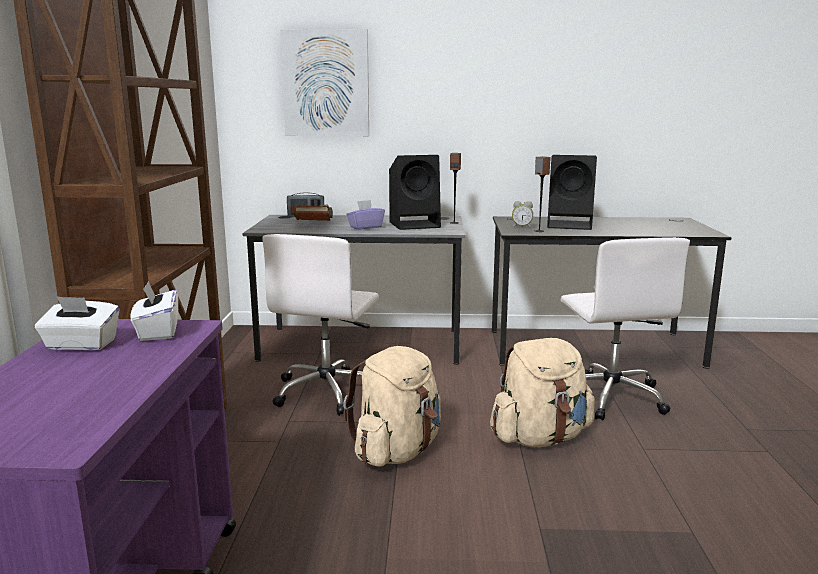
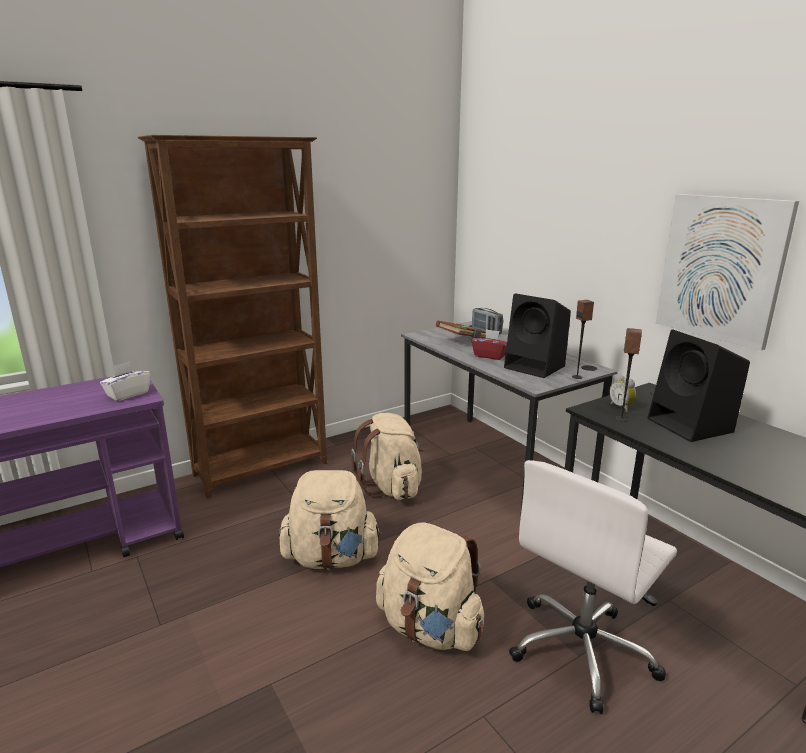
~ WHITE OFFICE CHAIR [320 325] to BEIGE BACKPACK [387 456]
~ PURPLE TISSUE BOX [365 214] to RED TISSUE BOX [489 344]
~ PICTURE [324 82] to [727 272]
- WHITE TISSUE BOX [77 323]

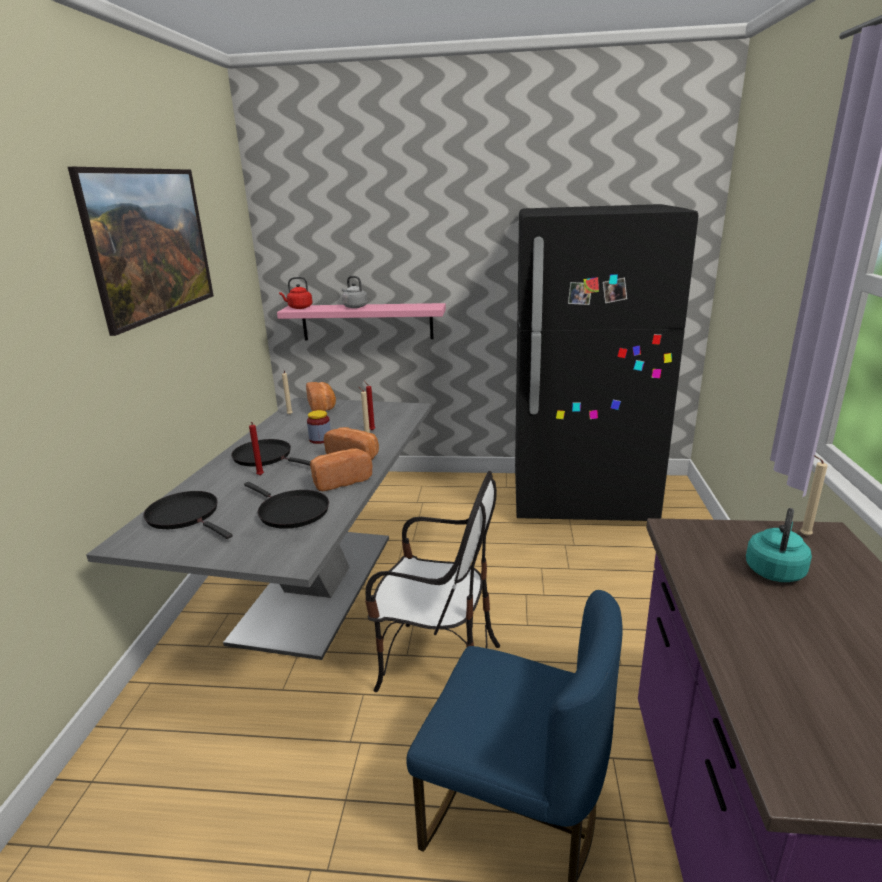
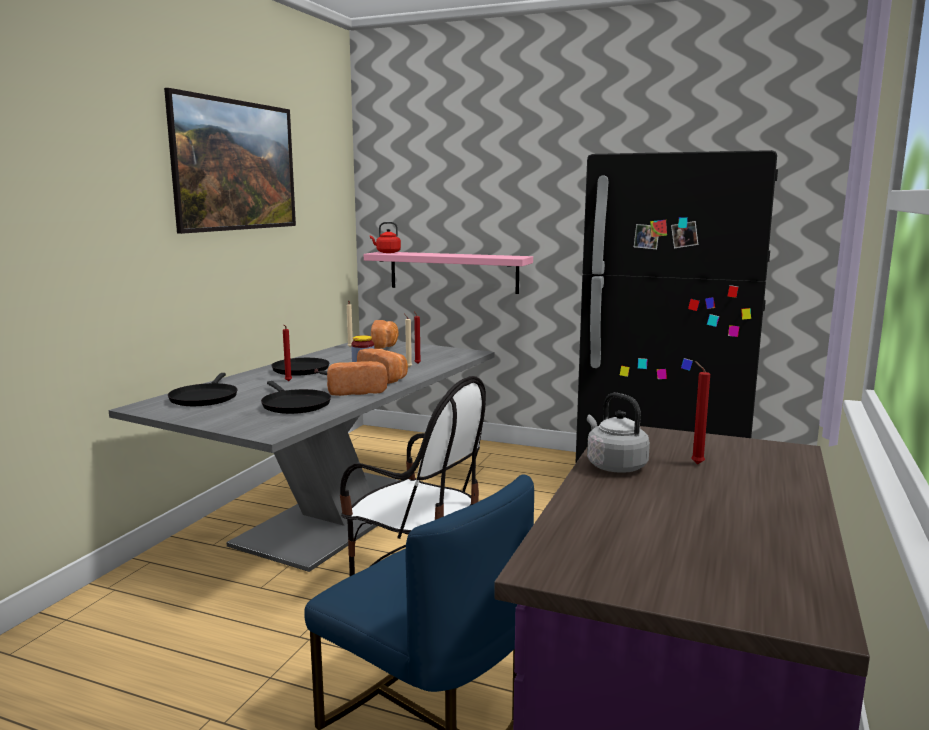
~ BLACK FRYING PAN [188 515] = [203 389] 150 degrees counterclockwise
~ GREY KETTLE [354 292] to [618 433]
~ TURQUOISE KETTLE [779 545] to RED CANDLE [700 412]
- BEIGE CANDLE [814 495]

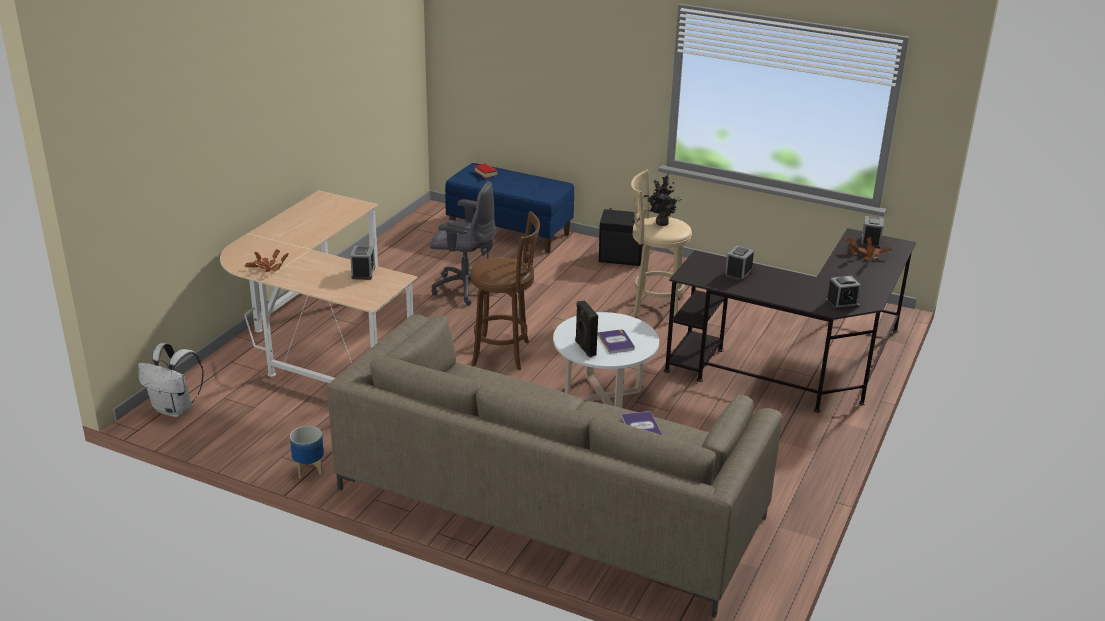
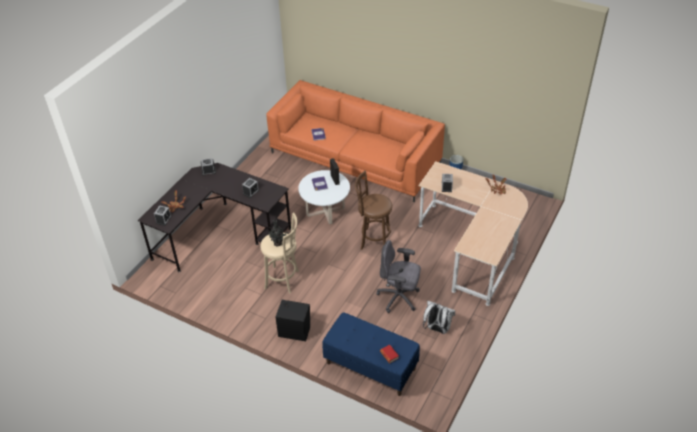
~ BEIGE SOFA [555 466] to ORANGE SOFA [355 141]
~ WHITE BACKPACK [171 380] to [439 317]

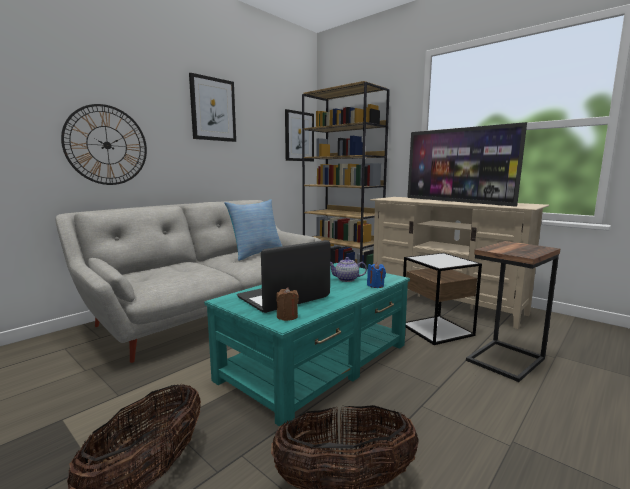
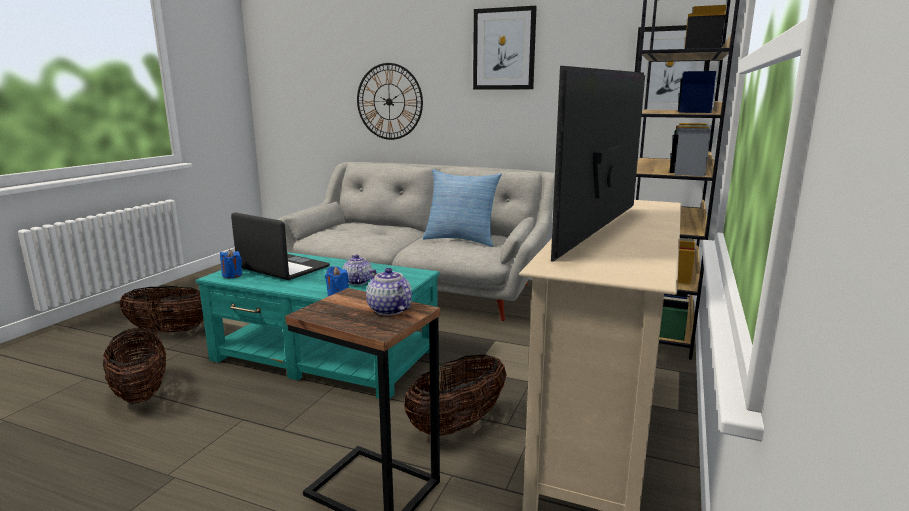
~ BROWN CANDLE [287 304] to BLUE CANDLE [231 263]
+ TEAPOT [389 291]
~ SIDE TABLE [442 299] to BASKET [455 395]

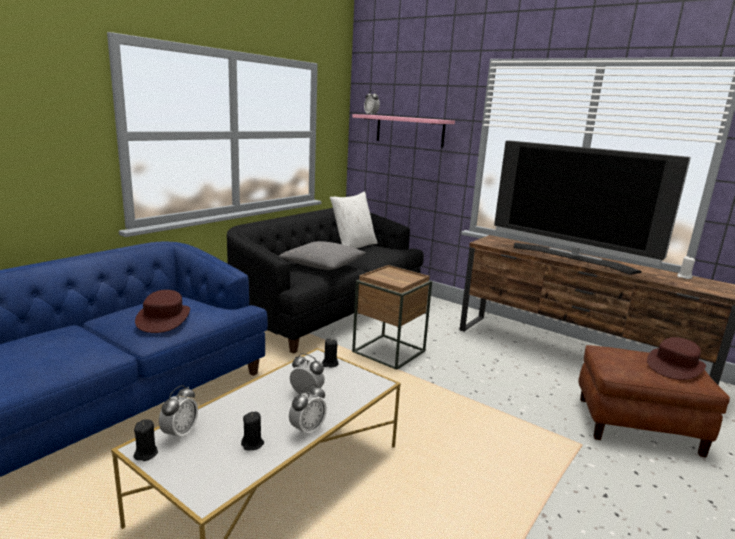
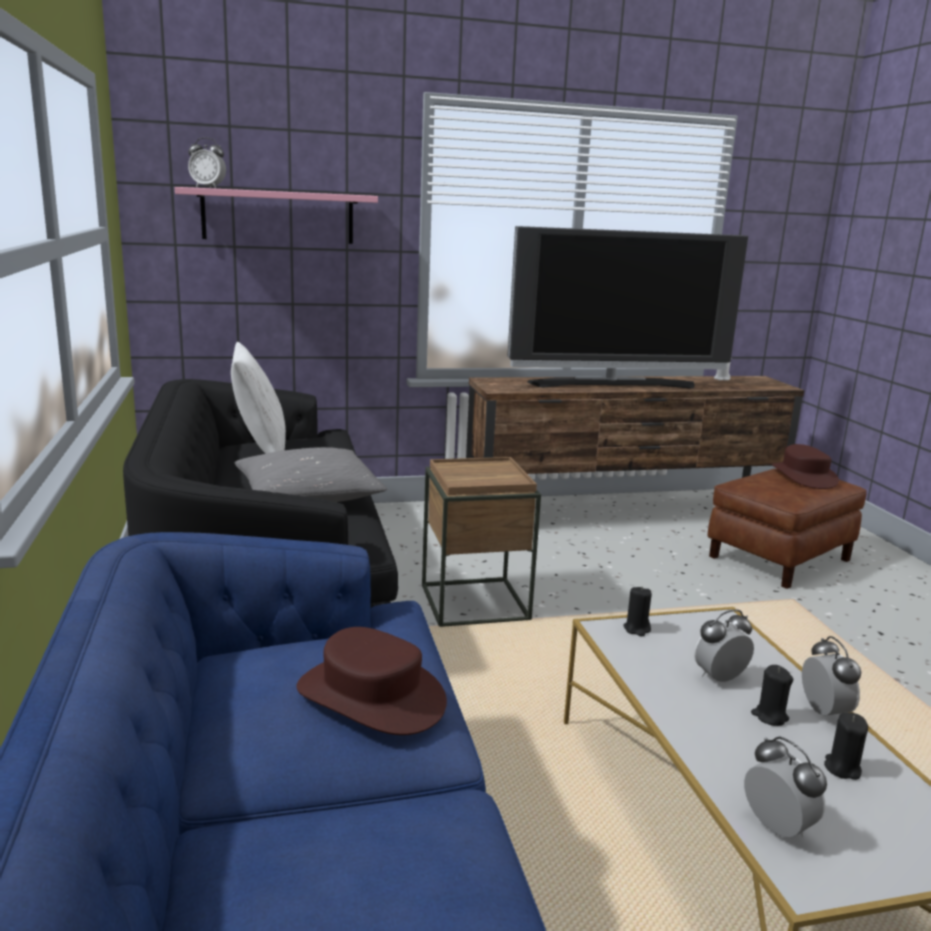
~ BLACK CANDLE [146 440] to [772 695]

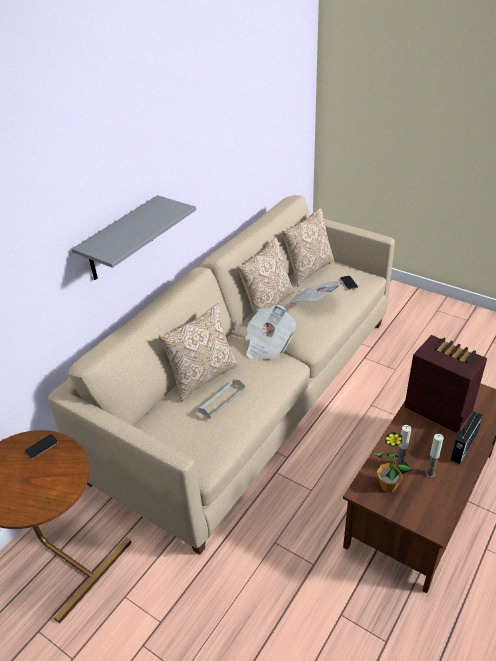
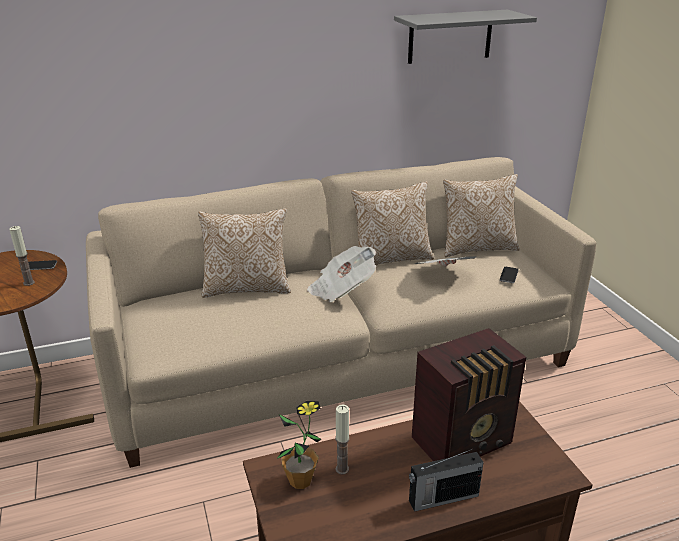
~ CANDLE [434 456] to [22 256]
~ GREY SHELF [134 237] to [465 37]
~ RADIO [445 384] = [469 394] 75 degrees clockwise
- GREY TRAY [222 399]

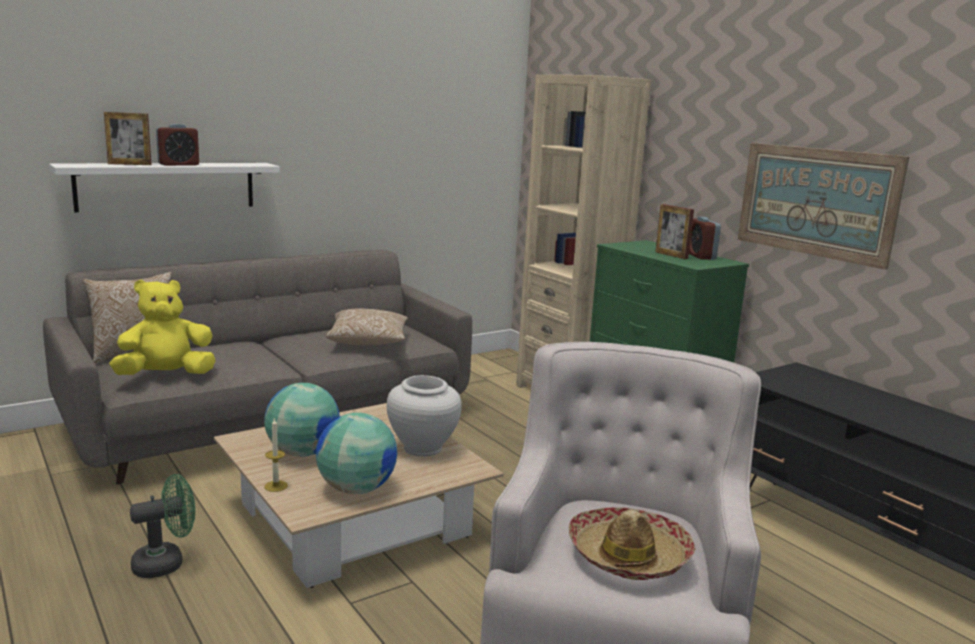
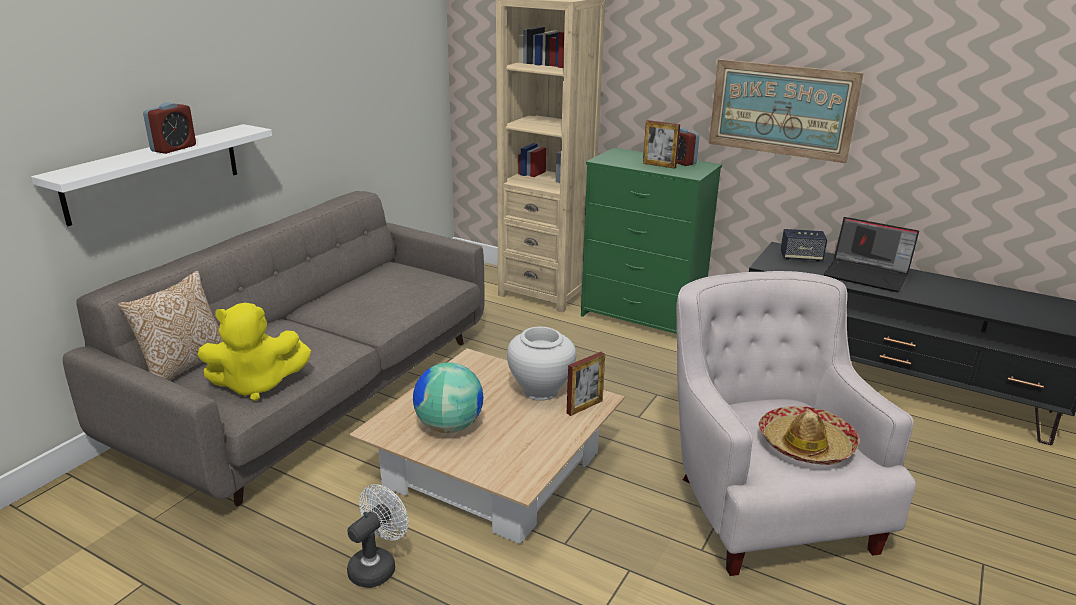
~ YELLOW PLUSH TOY [162 327] = [254 352] 135 degrees counterclockwise
~ GREEN FAN [162 526] to WHITE FAN [378 536]
~ PICTURE FRAME [127 138] to [586 384]
+ SPEAKER [804 245]
+ LAPTOP [871 254]
- CANDLE [276 455]
- GLOBE [356 453]
- PILLOW [367 326]

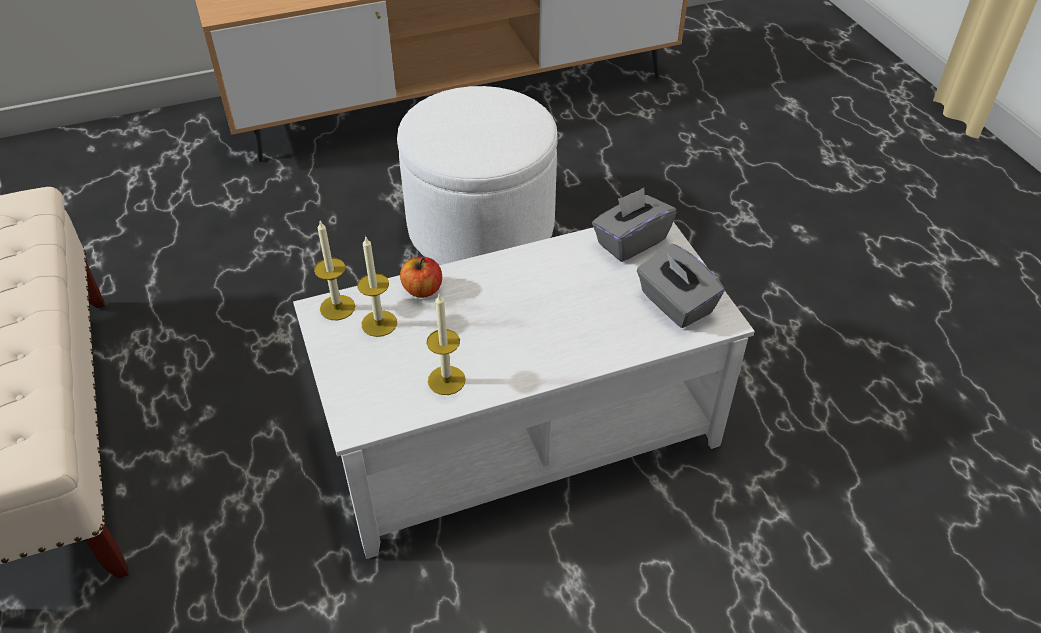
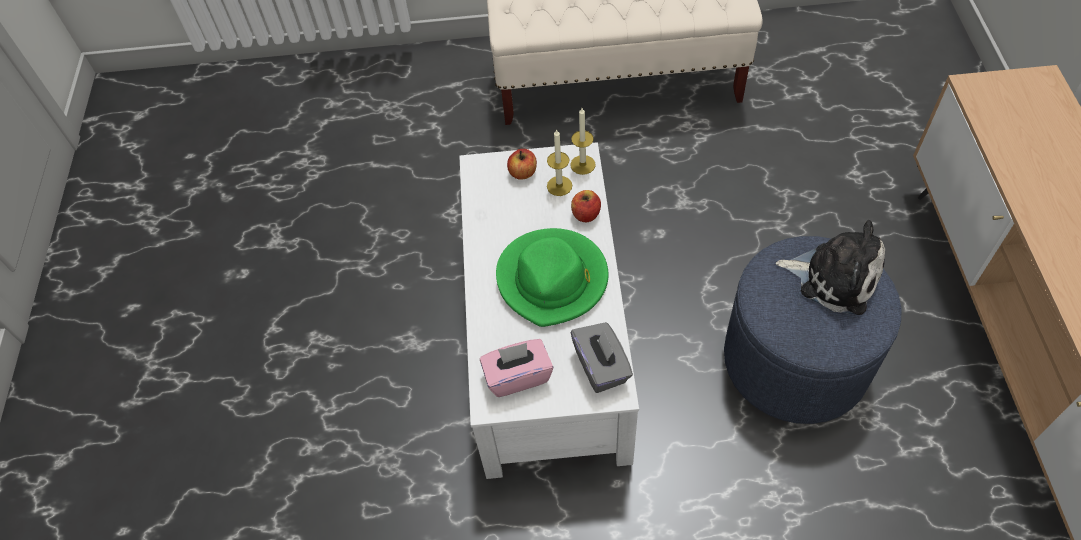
~ GREY TISSUE BOX [681 286] to PINK TISSUE BOX [516 368]
+ GREEN HAT [552 277]
+ APPLE [522 164]
~ WHITE OTTOMAN [477 175] to BLUE OTTOMAN [813 330]
+ PLUSH TOY [830 267]
- CANDLE [446 344]

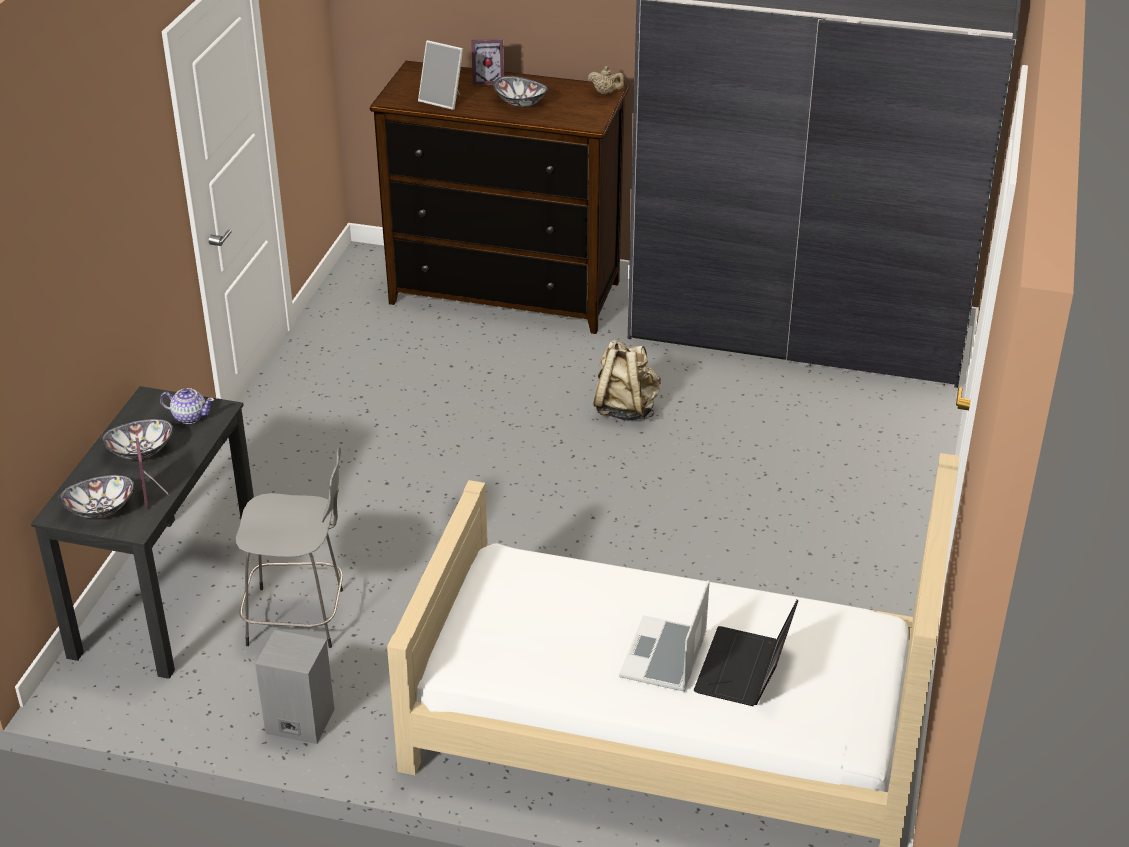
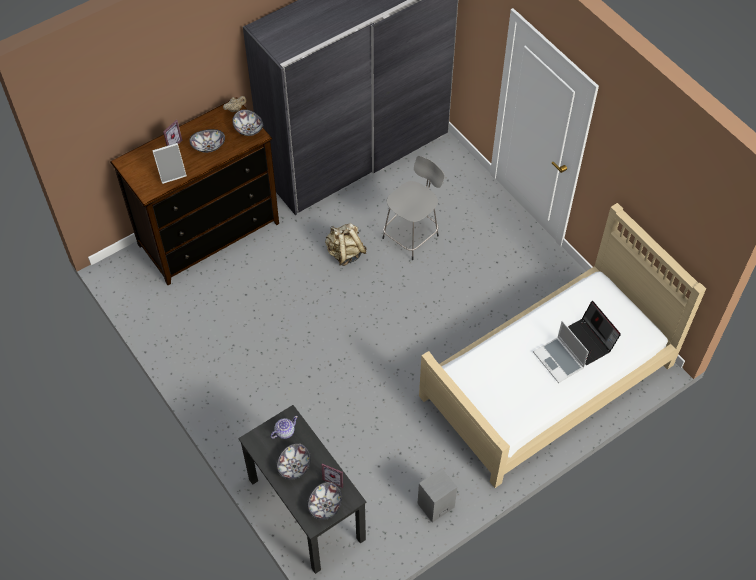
+ BOWL [247 122]
~ GREY STOOL [289 547] to [413 207]

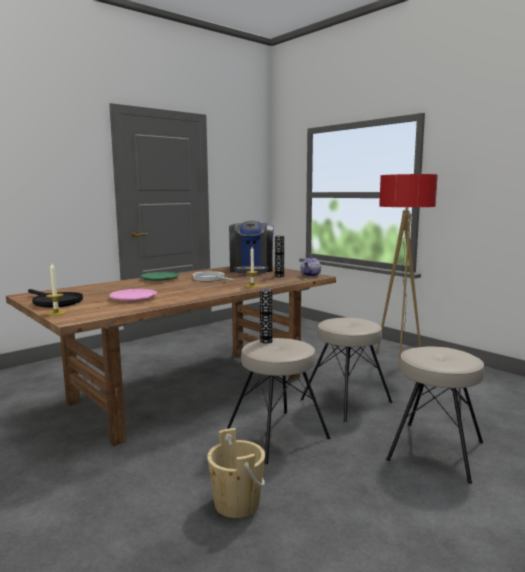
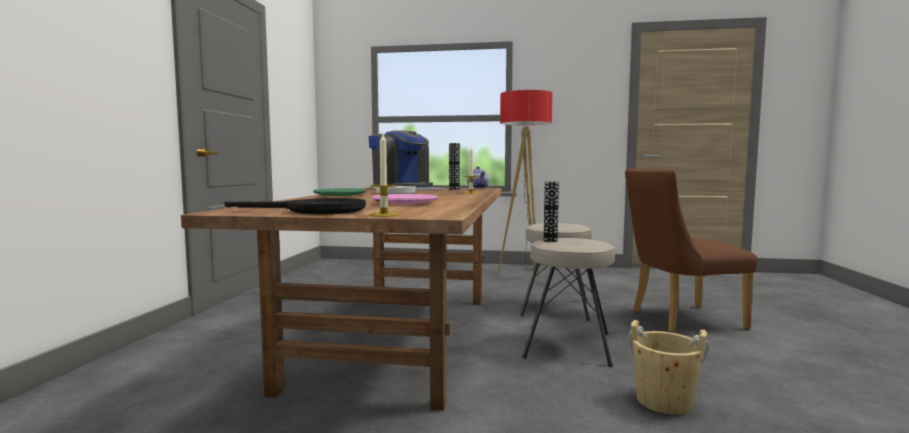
~ BEIGE STOOL [435 415] to BROWN CHAIR [691 251]

